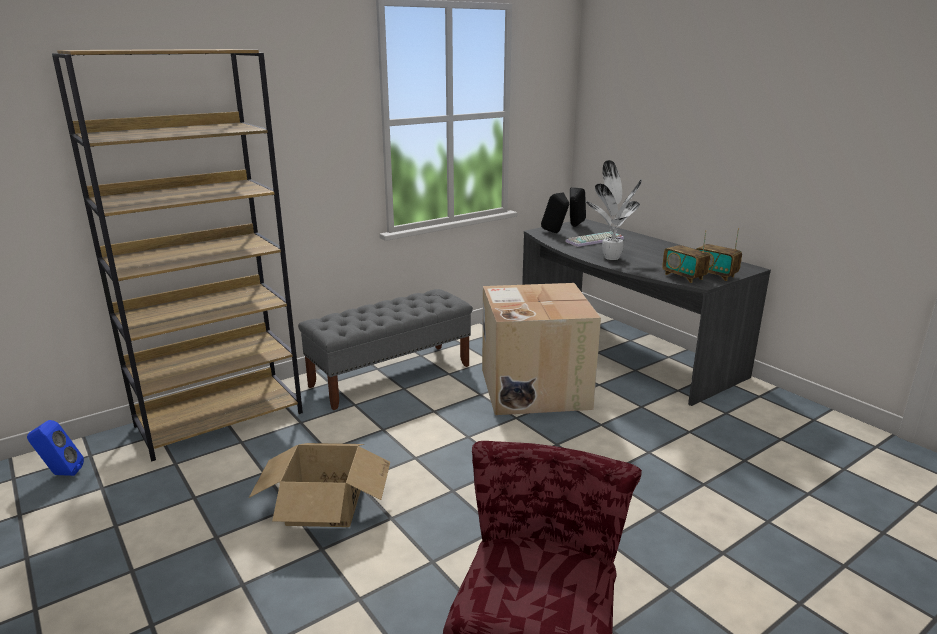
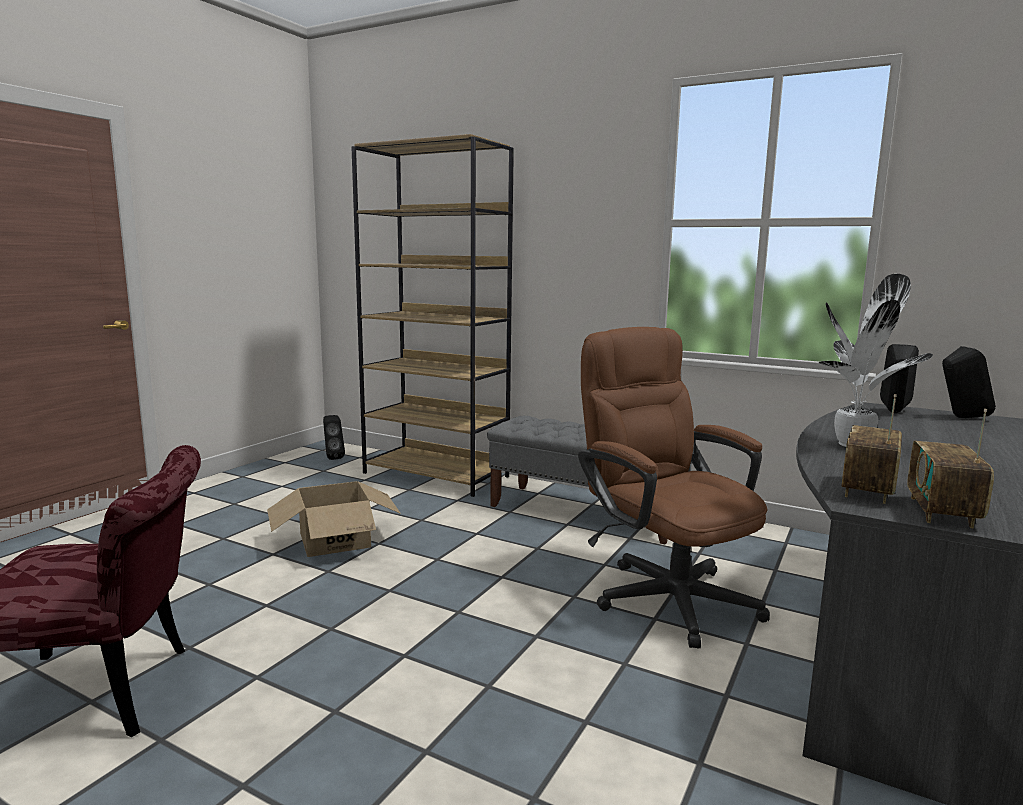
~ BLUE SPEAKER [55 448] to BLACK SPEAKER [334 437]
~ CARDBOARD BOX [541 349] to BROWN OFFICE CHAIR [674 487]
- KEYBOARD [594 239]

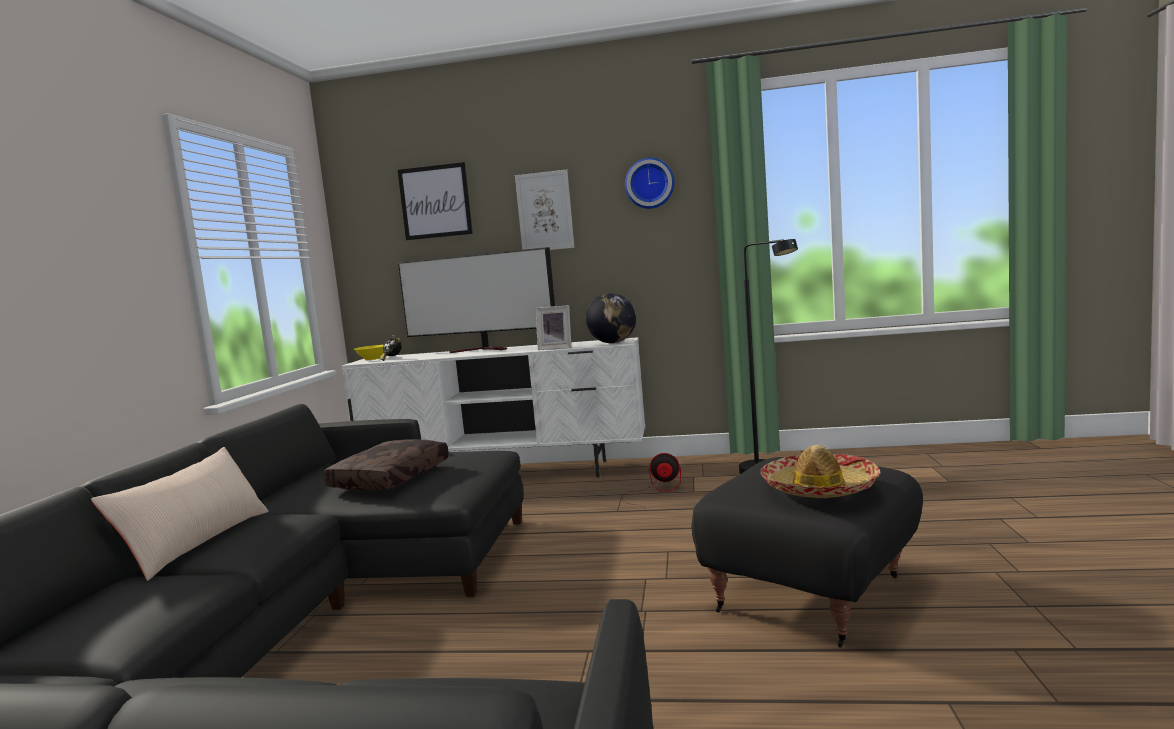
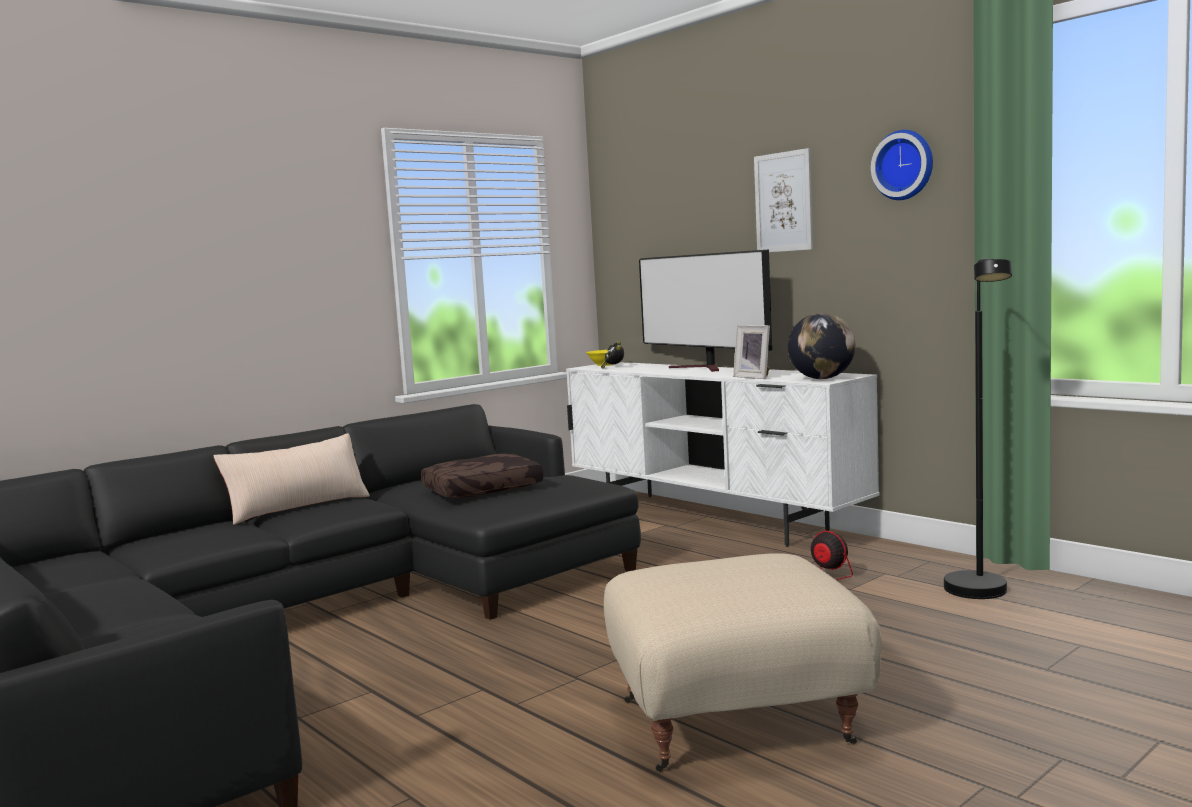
~ BLACK OTTOMAN [807 552] to BEIGE OTTOMAN [743 662]
- PICTURE [435 201]
- HAT [821 471]

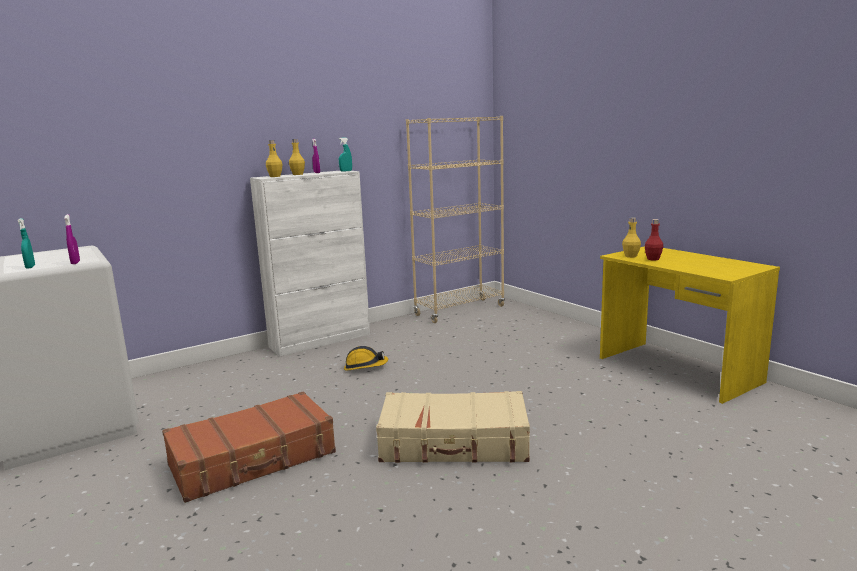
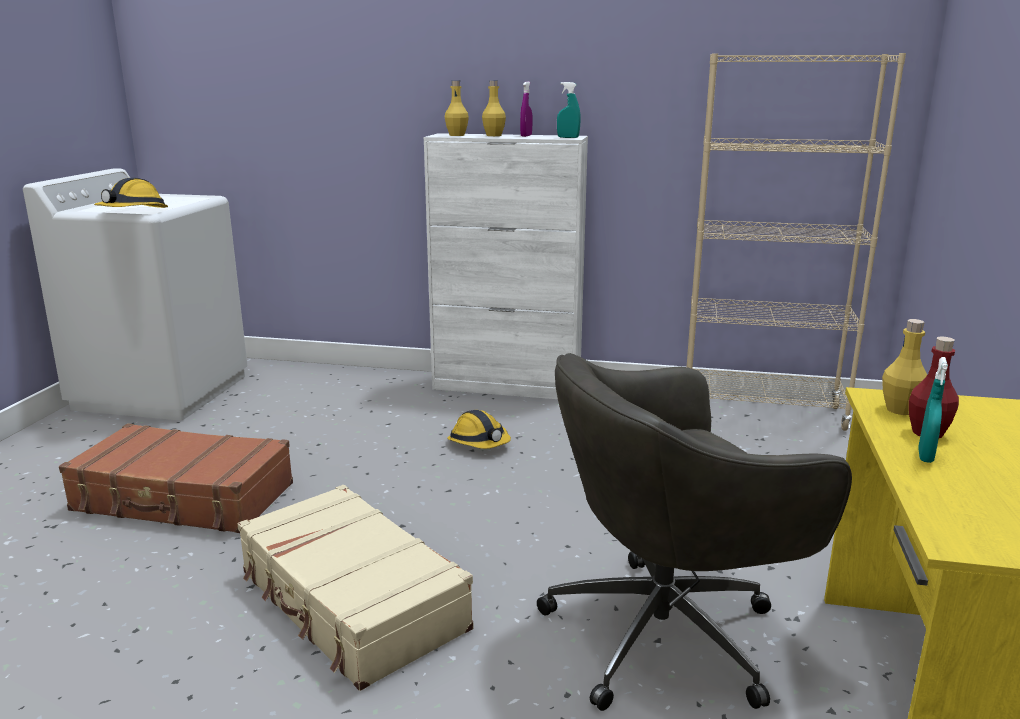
~ PURPLE SPRAY BOTTLE [72 239] to HARD HAT [131 193]
+ GREY OFFICE CHAIR [694 532]
~ TURQUOISE SPRAY BOTTLE [26 243] to [933 410]

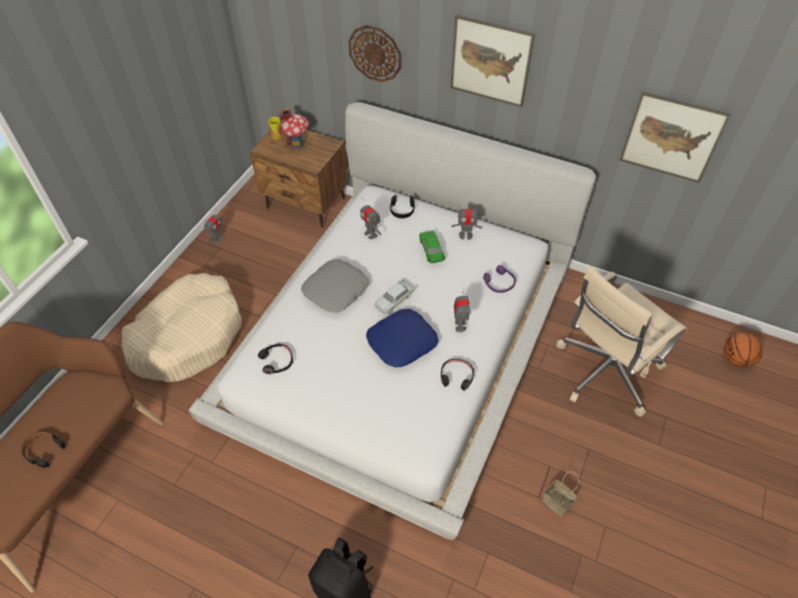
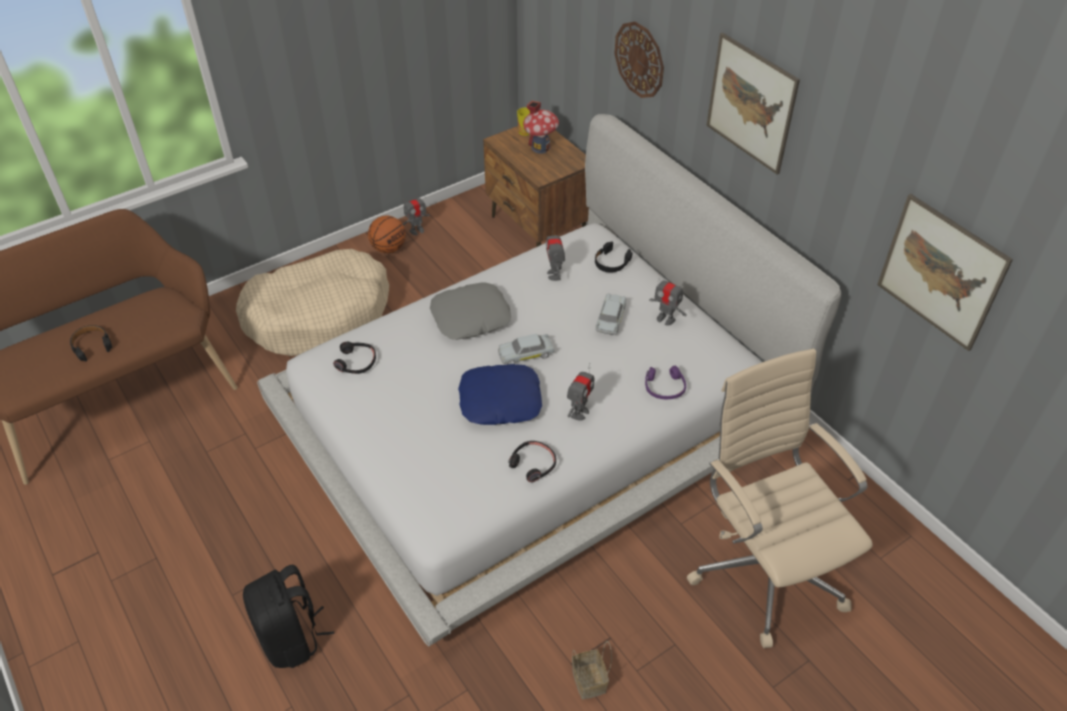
~ BASKETBALL [743 350] to [387 234]
~ GREEN TOY CAR [432 247] to WHITE TOY CAR [610 314]
~ BEIGE OFFICE CHAIR [621 341] = [780 498] 75 degrees clockwise

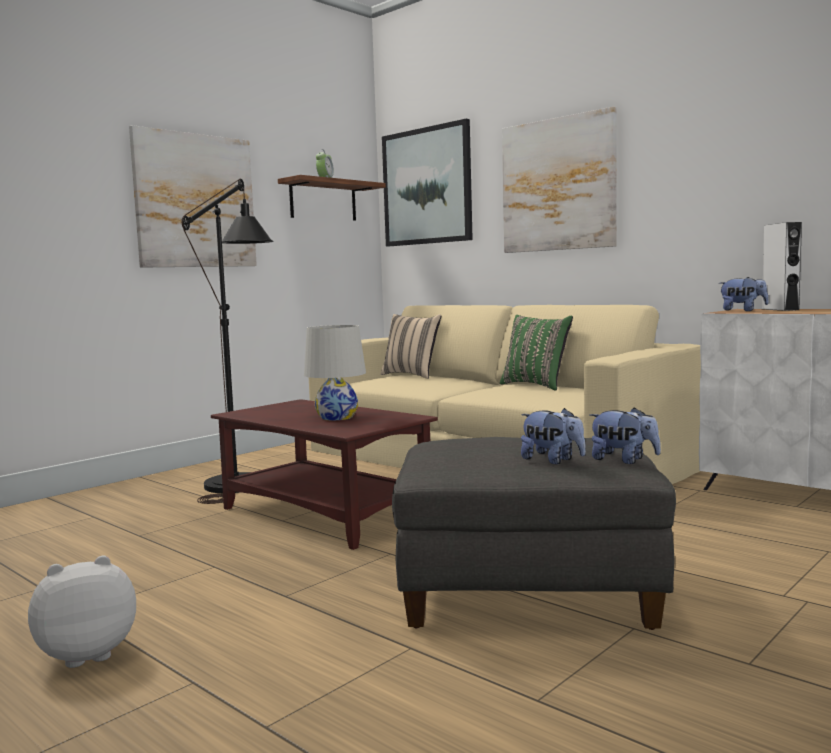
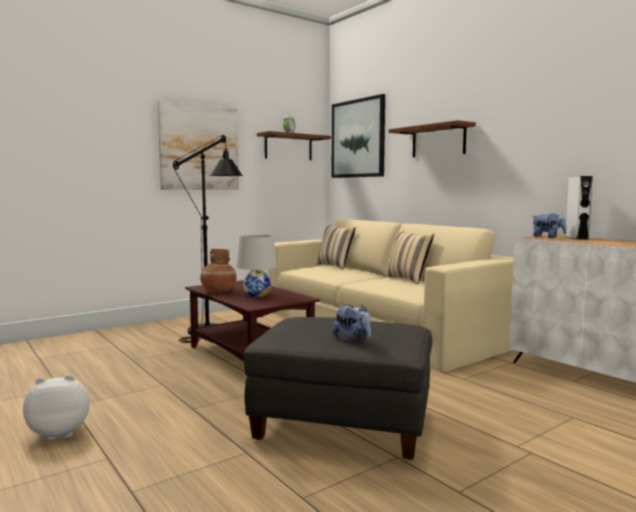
+ BROWN VASE [218 271]
~ GREEN PILLOW [536 353] to BEIGE PILLOW [410 257]
~ PICTURE [559 180] to SHELF [432 138]
- PLUSH TOY [625 435]

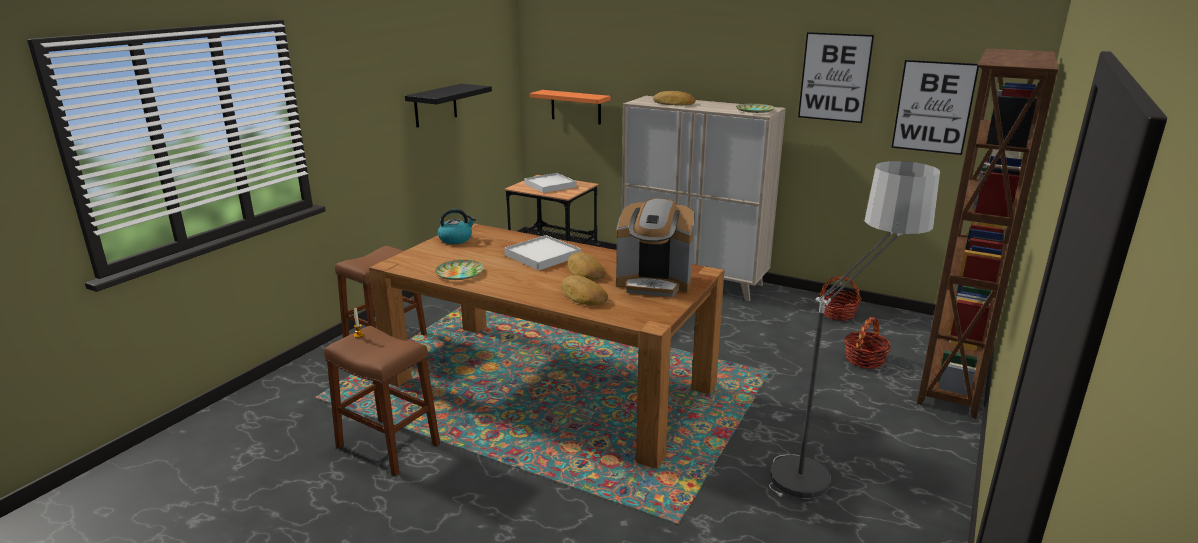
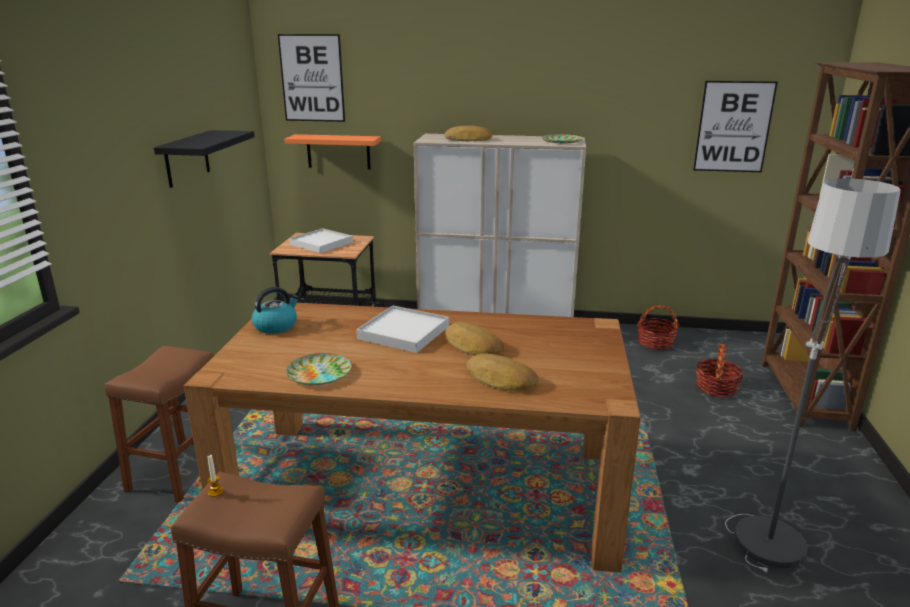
~ PICTURE [836 77] to [311 78]
- COFFEE MACHINE [655 247]

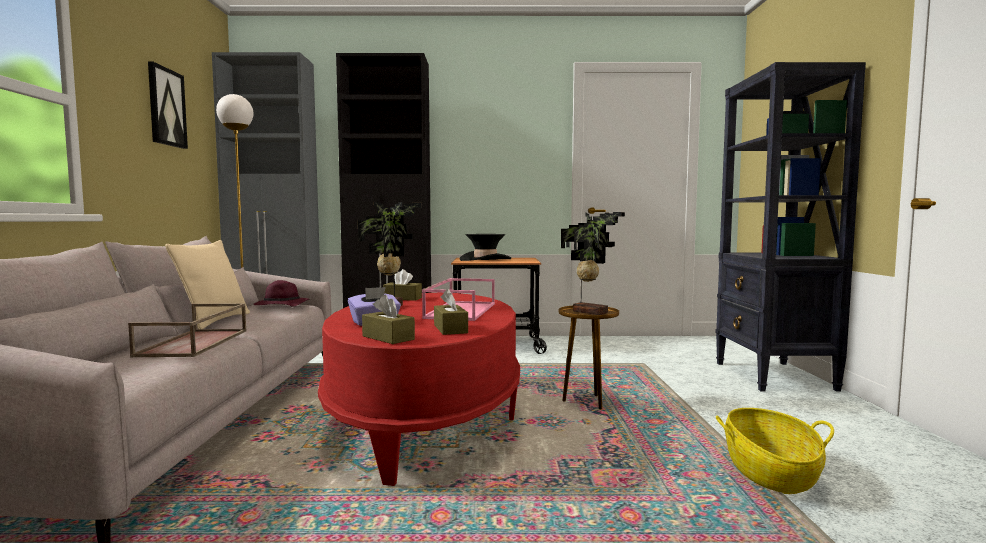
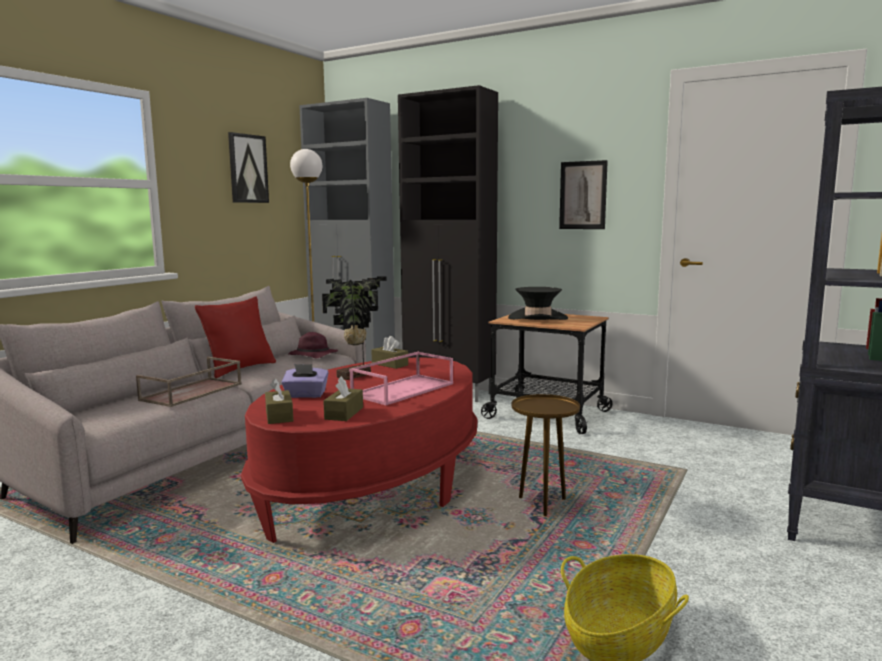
~ BEIGE PILLOW [207 284] to RED PILLOW [235 337]
+ PICTURE [583 194]
- POTTED PLANT [593 263]

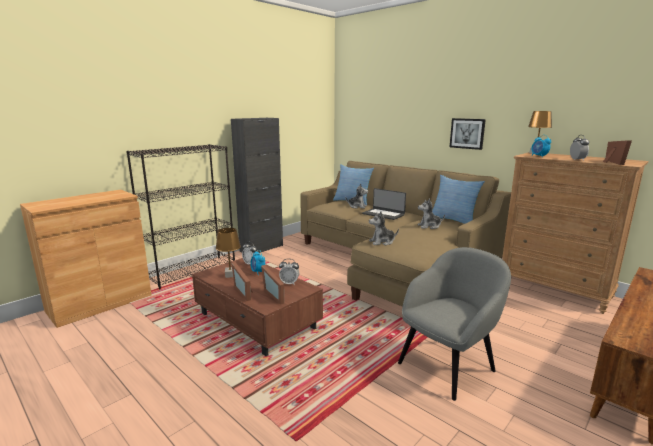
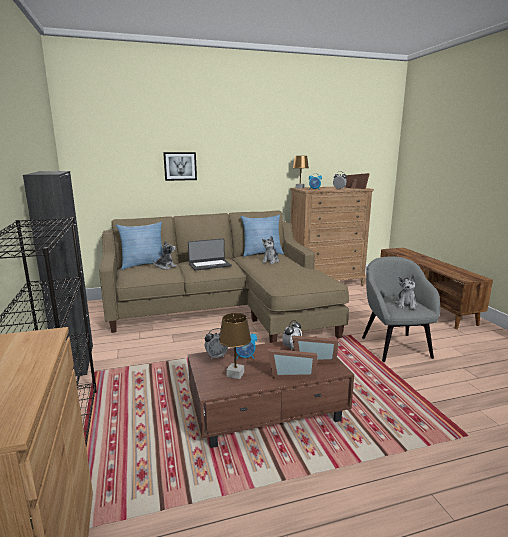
~ PICTURE [468 134] to [180 166]
~ PLUSH TOY [384 228] to [406 292]

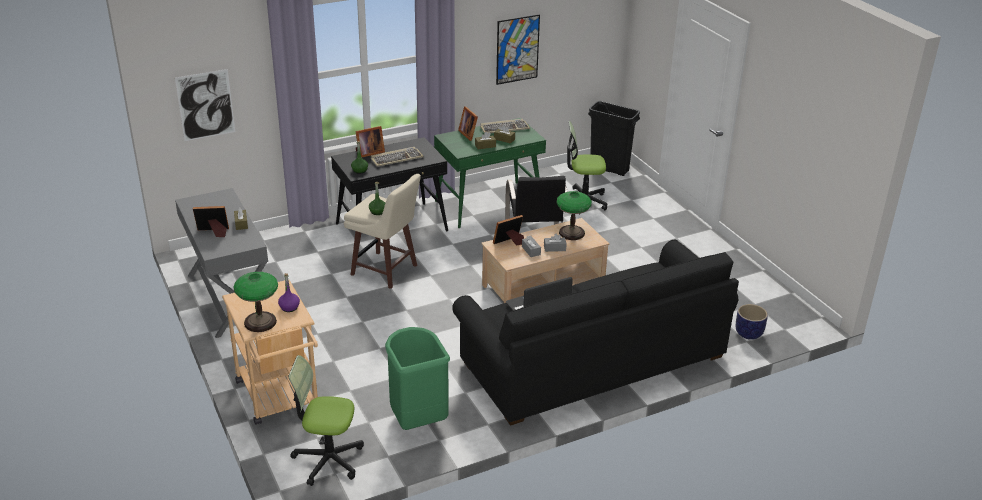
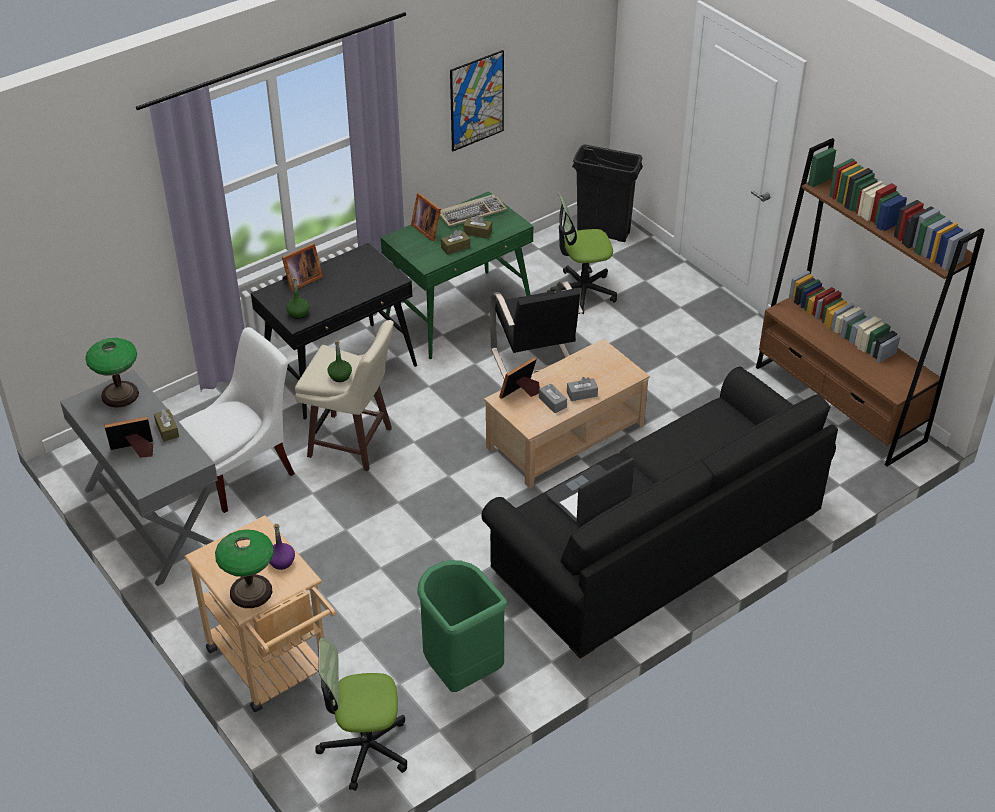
~ TABLE LAMP [574 215] to [112 373]
+ WHITE CHAIR [237 420]
+ BROWN BOOKCASE [870 302]
- PICTURE [205 105]
- KEYBOARD [397 157]
- PLANTER [752 322]

